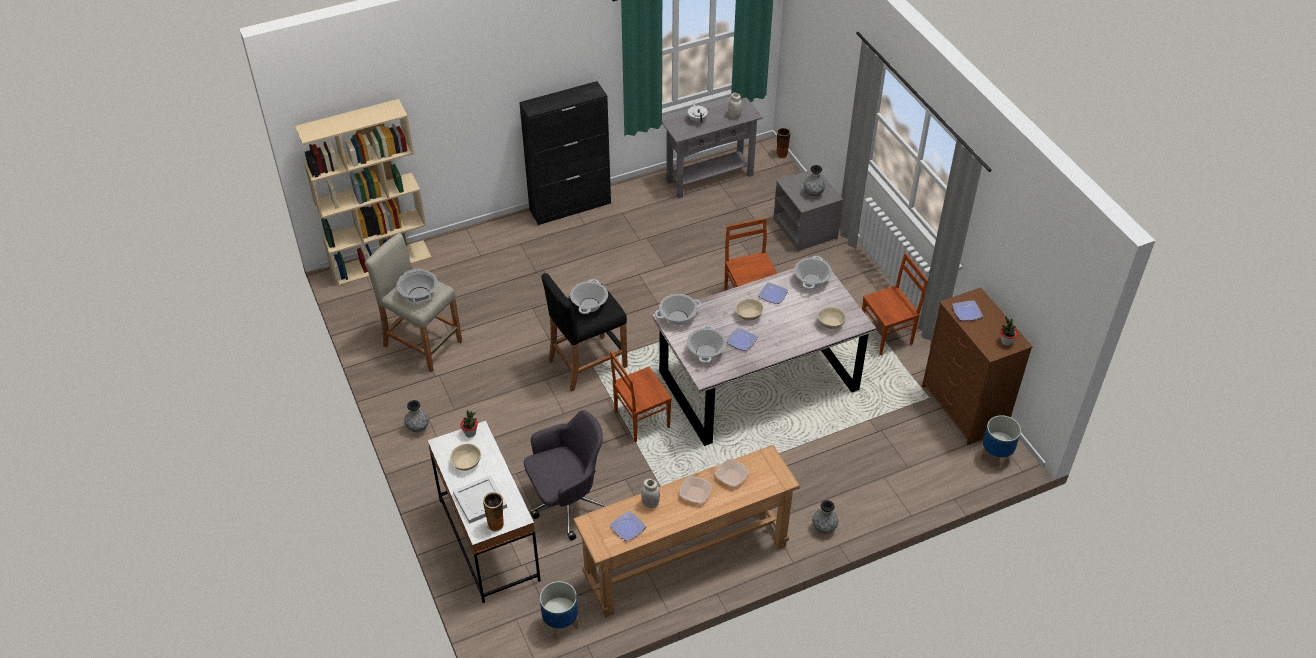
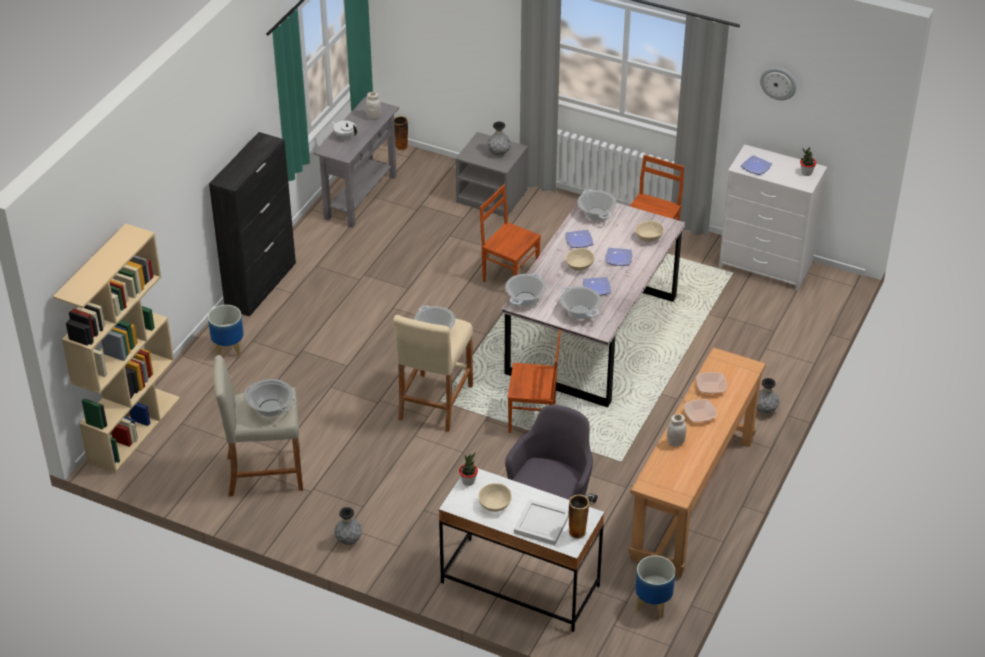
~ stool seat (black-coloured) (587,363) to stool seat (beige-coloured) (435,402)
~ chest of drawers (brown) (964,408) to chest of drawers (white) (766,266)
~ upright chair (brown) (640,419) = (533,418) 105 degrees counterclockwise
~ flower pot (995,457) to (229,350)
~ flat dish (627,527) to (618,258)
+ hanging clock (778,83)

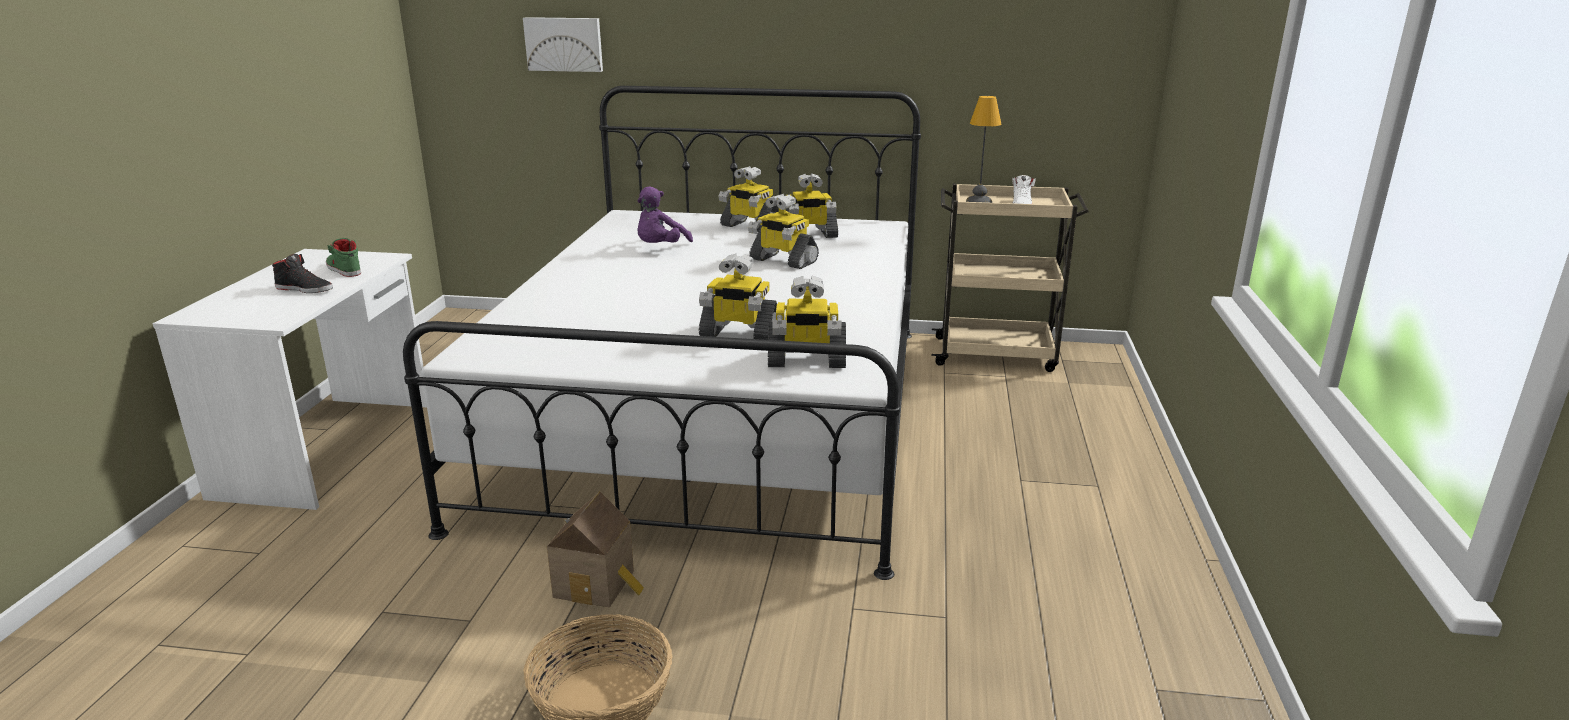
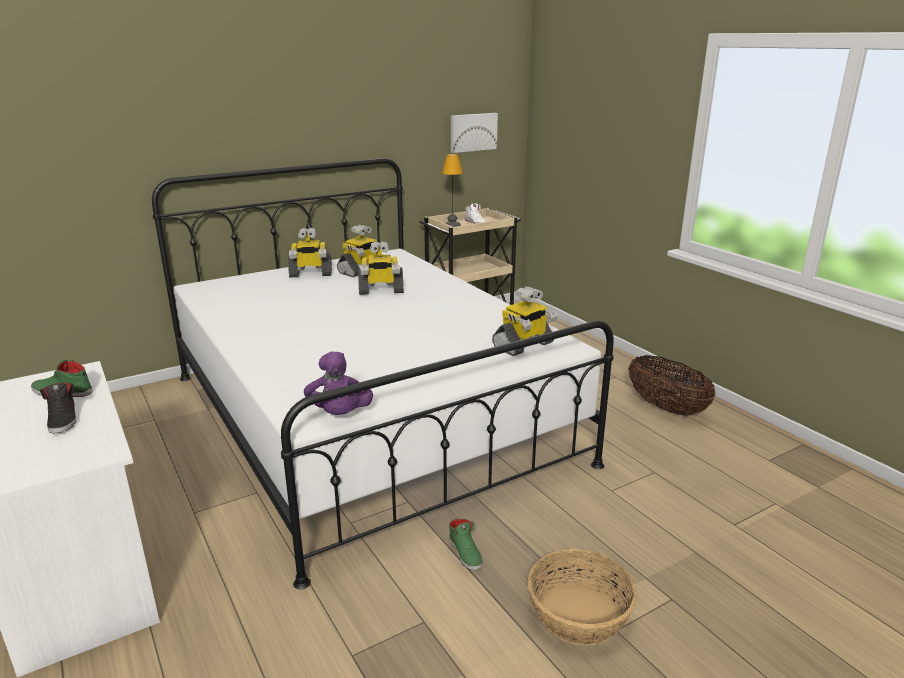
~ picture (564,44) to (472,132)
~ soft toy (purple) (660,248) to (339,415)
~ low shoe (black-coloured) (305,289) = (63,419) 90 degrees clockwise
- robot figure (739,334)
~ miniature house (598,584) to low shoe (green) (465,552)
+ basket (666,408)

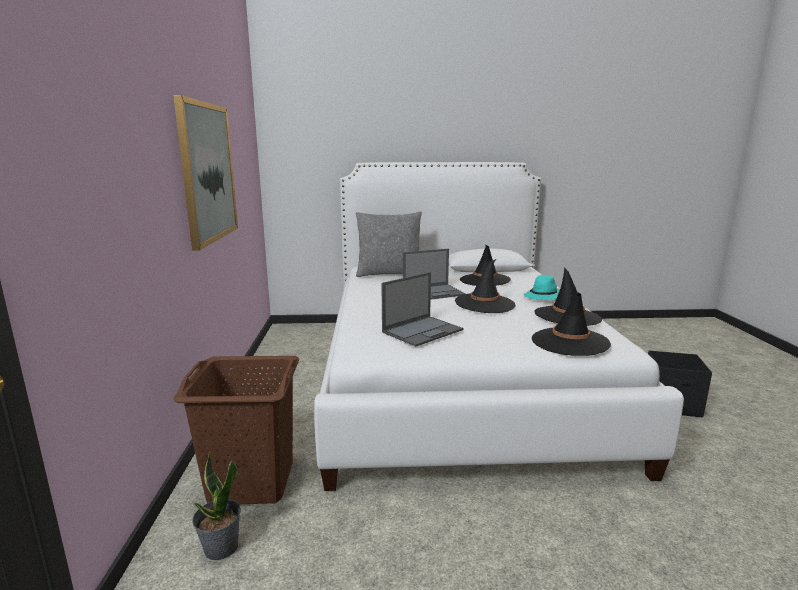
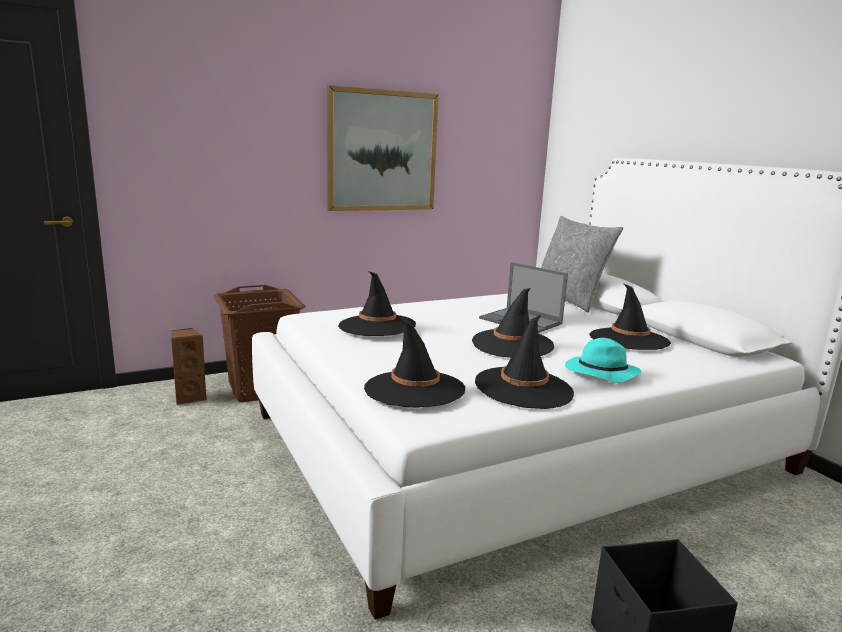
~ portable computer (423,331) to hat (black-coloured) (377,326)
~ houseplant (221,548) to audio speaker (brown) (190,397)

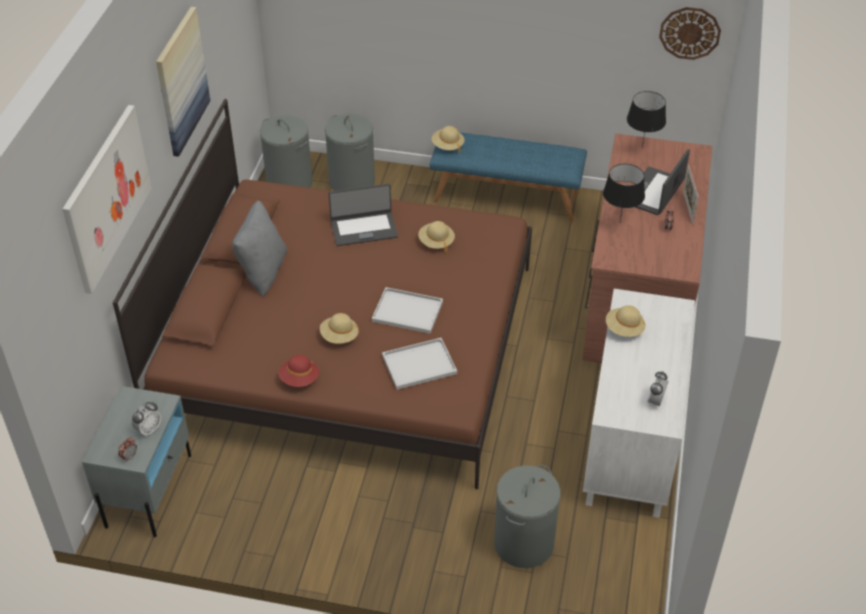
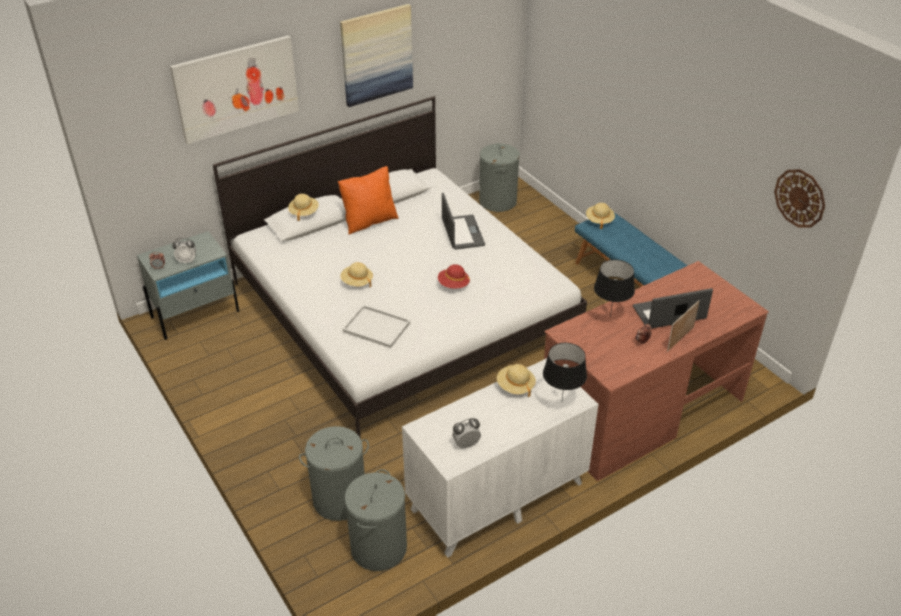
~ table lamp (black-coloured) (642,148) to (562,402)
~ bedroom bed (brown) (348,345) to bedroom bed (white) (402,311)
~ laundry basket (greyish) (351,181) to (378,547)
~ portable computer (363,228) = (462,232) 135 degrees counterclockwise
~ throw pillow (greyish) (262,271) to throw pillow (orange) (369,221)
~ hat (beige-coloured) (436,242) to (304,212)
- tray (white) (406,311)
~ hat (reddish) (299,379) to (453,285)

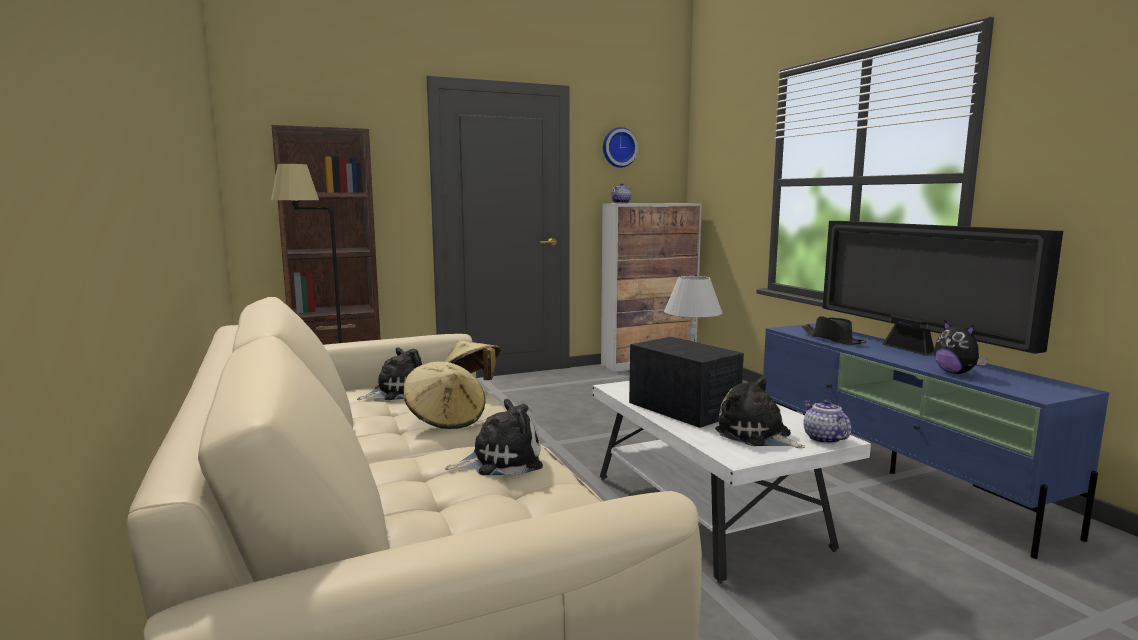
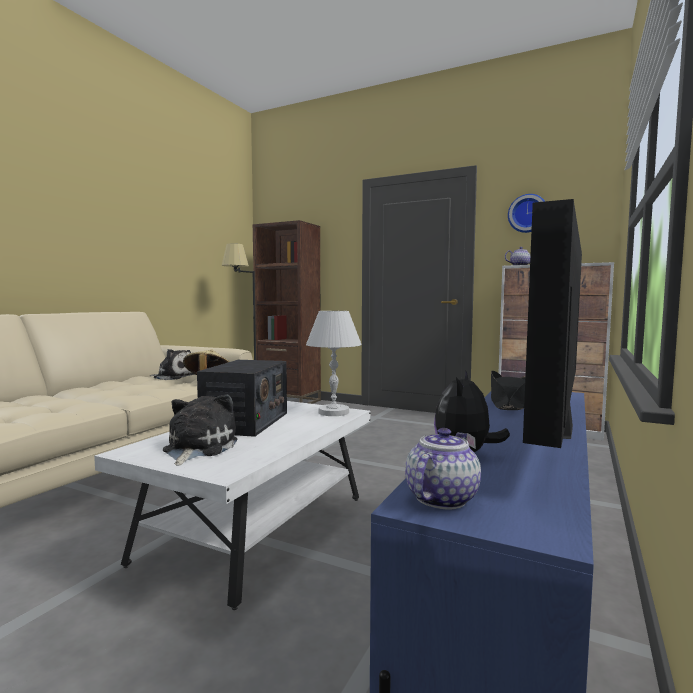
- hat (beige-coloured) (446,419)
- soft toy (501,461)
~ teapot (823,438) to (441,498)

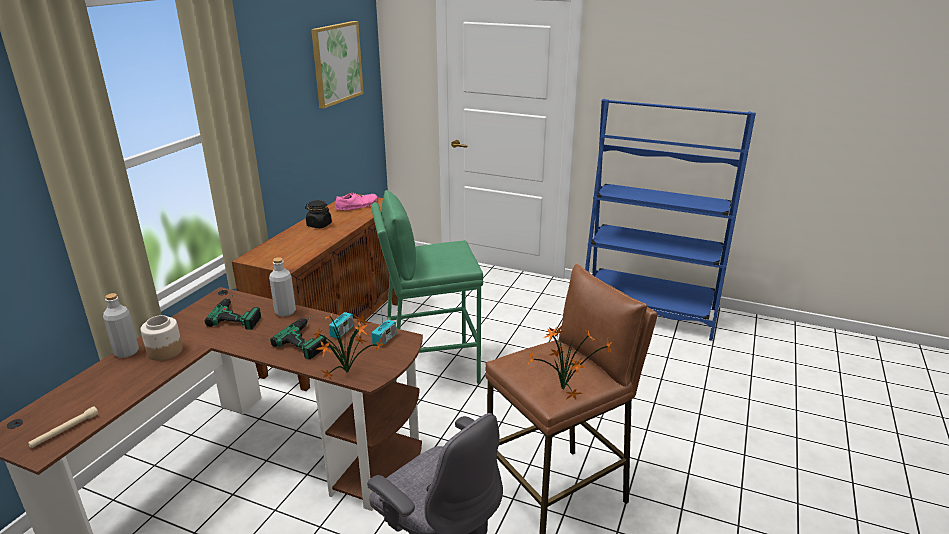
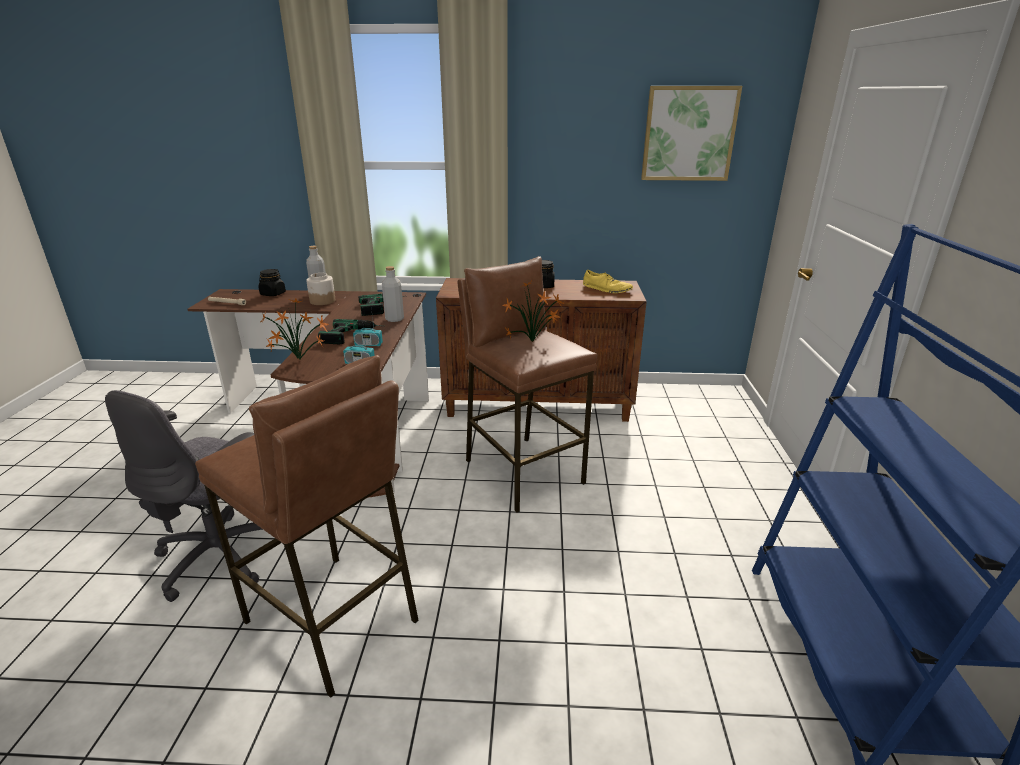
~ stool seat (green) (430,367) to stool seat (brown) (523,471)
~ low shoe (pink) (357,206) to low shoe (yellow) (606,289)
~ houseplant (562,388) to (534,342)
+ storage jar (black-coloured) (273,294)

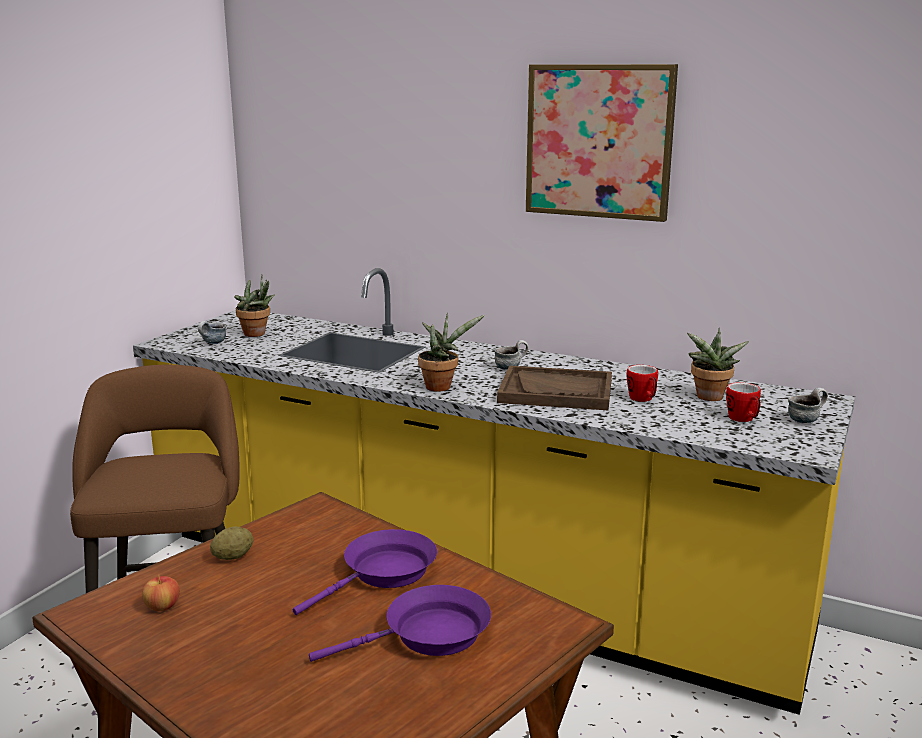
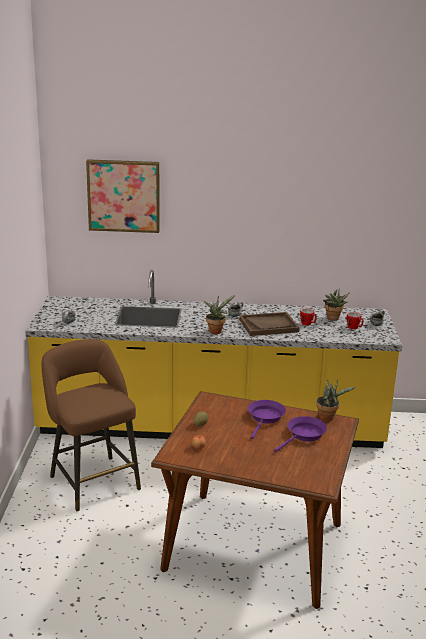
~ picture (599,141) to (123,196)
~ houseplant (257,334) to (328,418)

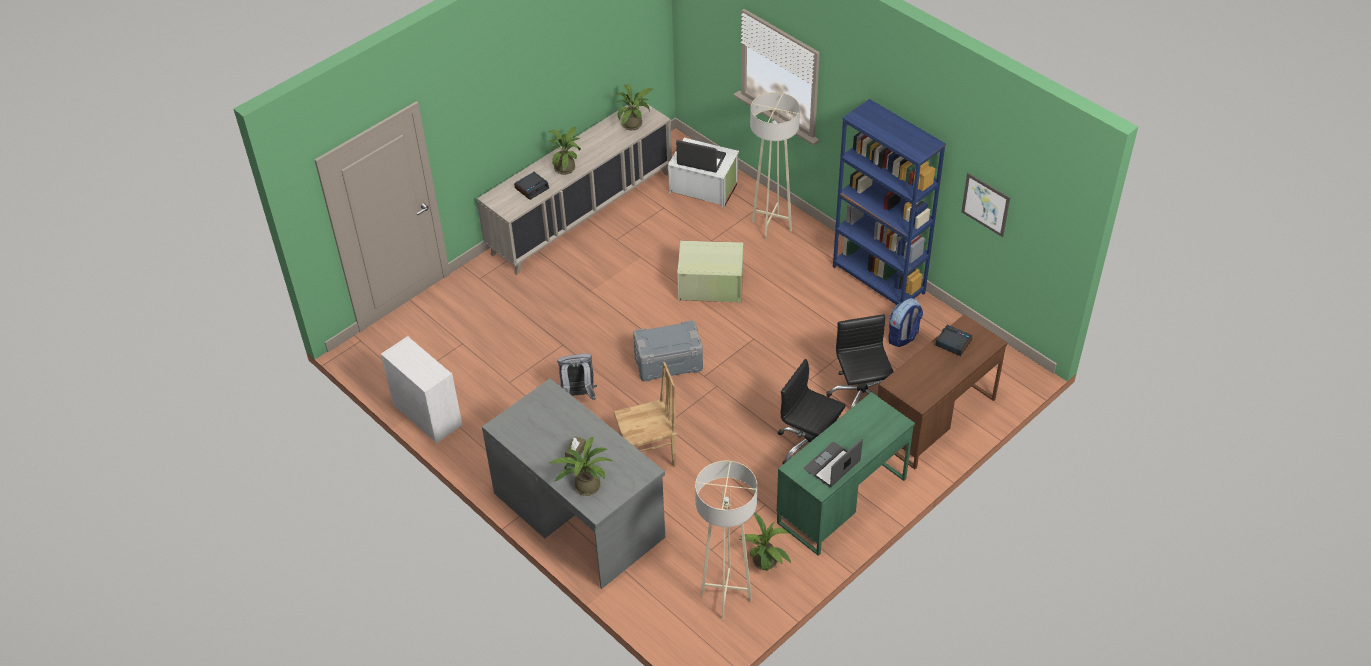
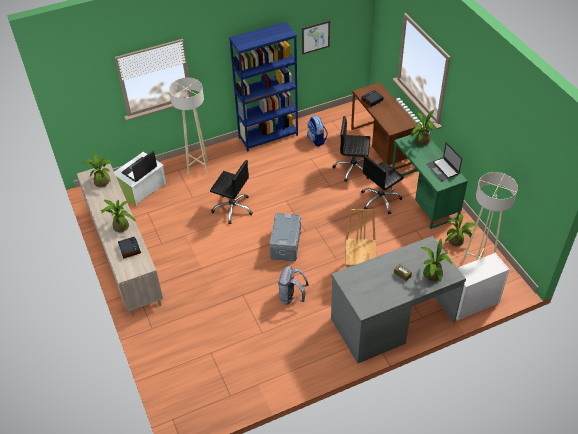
~ storage bin (green) (710,287) to office chair (black-coloured) (233,208)
~ chest of drawers (white) (426,414) to (471,303)
+ houseplant (421,141)

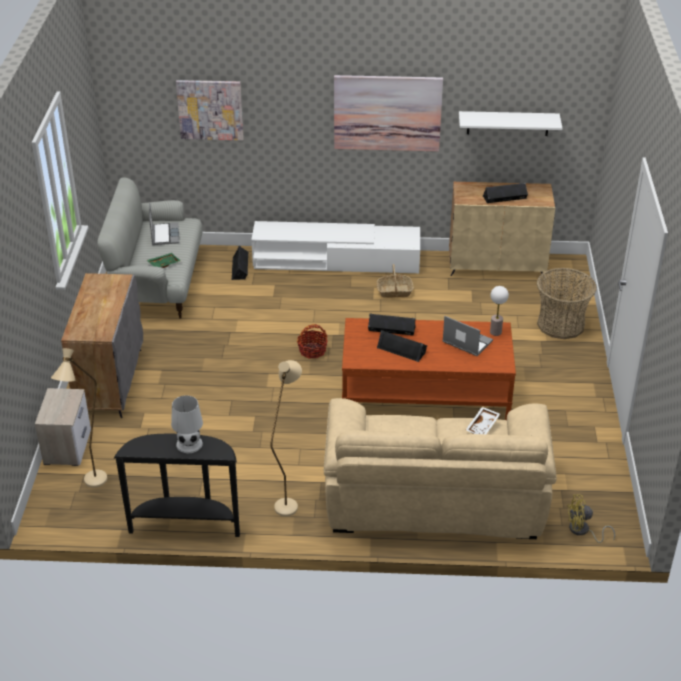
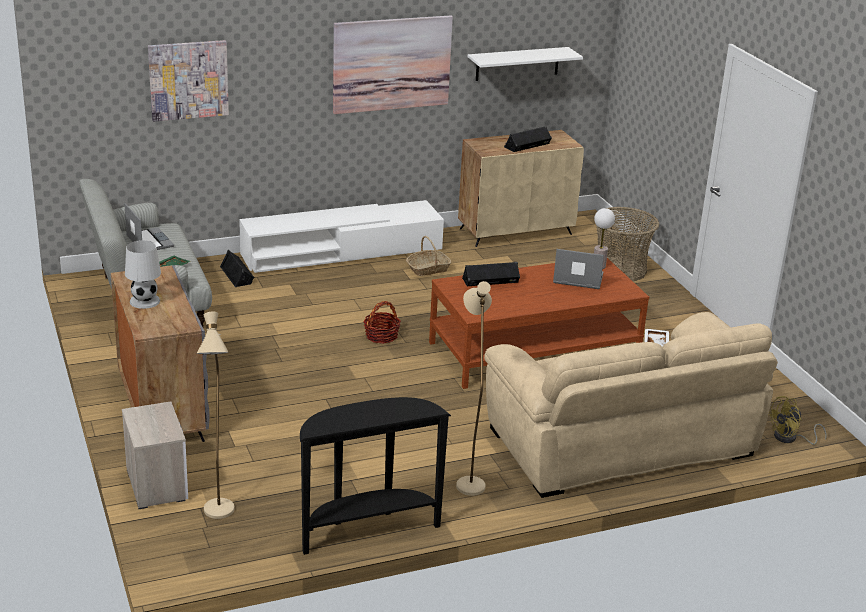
- audio speaker (black-coloured) (402,349)
~ table lamp (white) (189,444) to (144,301)

